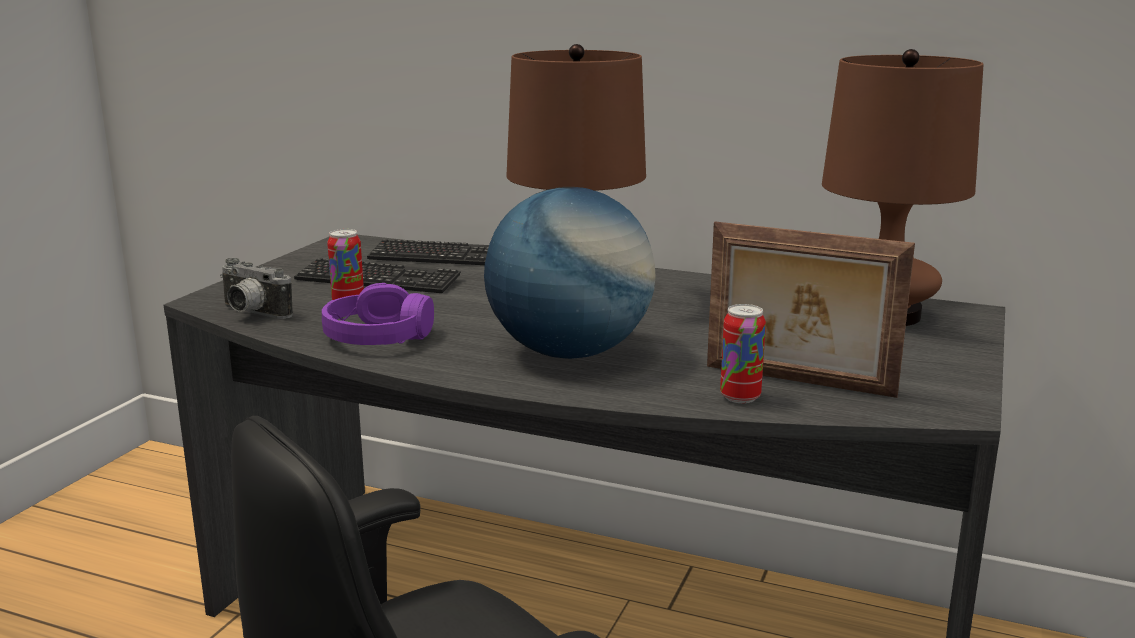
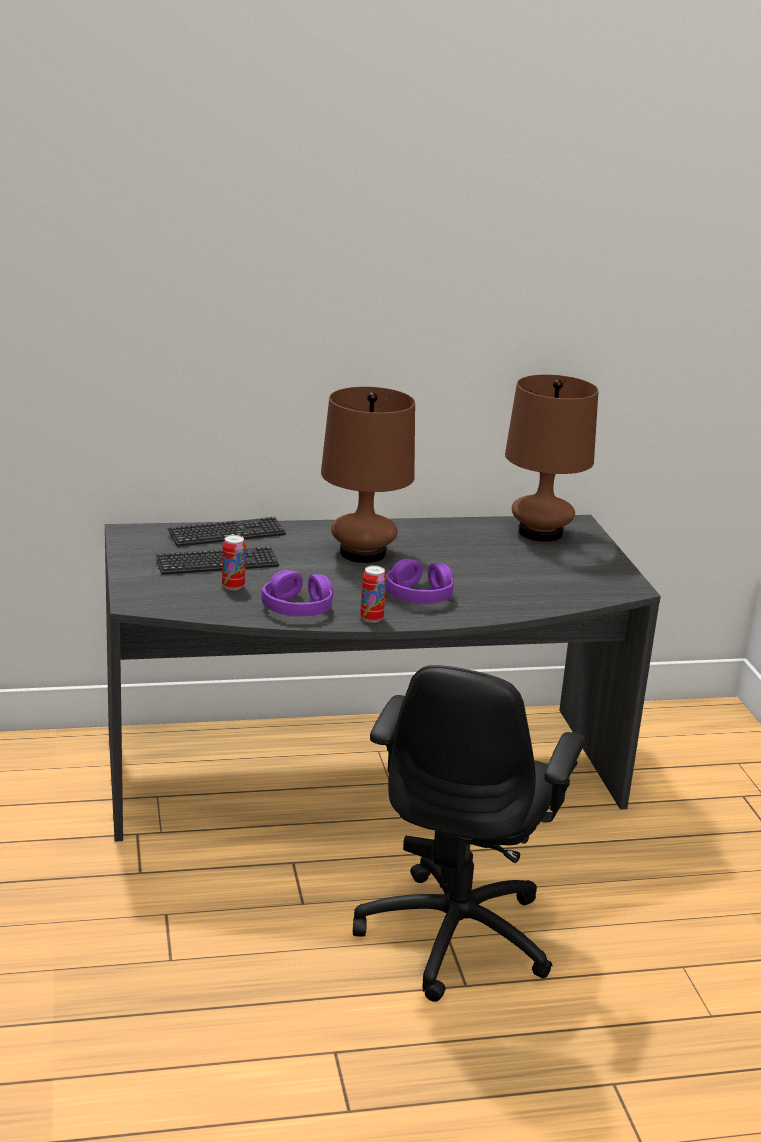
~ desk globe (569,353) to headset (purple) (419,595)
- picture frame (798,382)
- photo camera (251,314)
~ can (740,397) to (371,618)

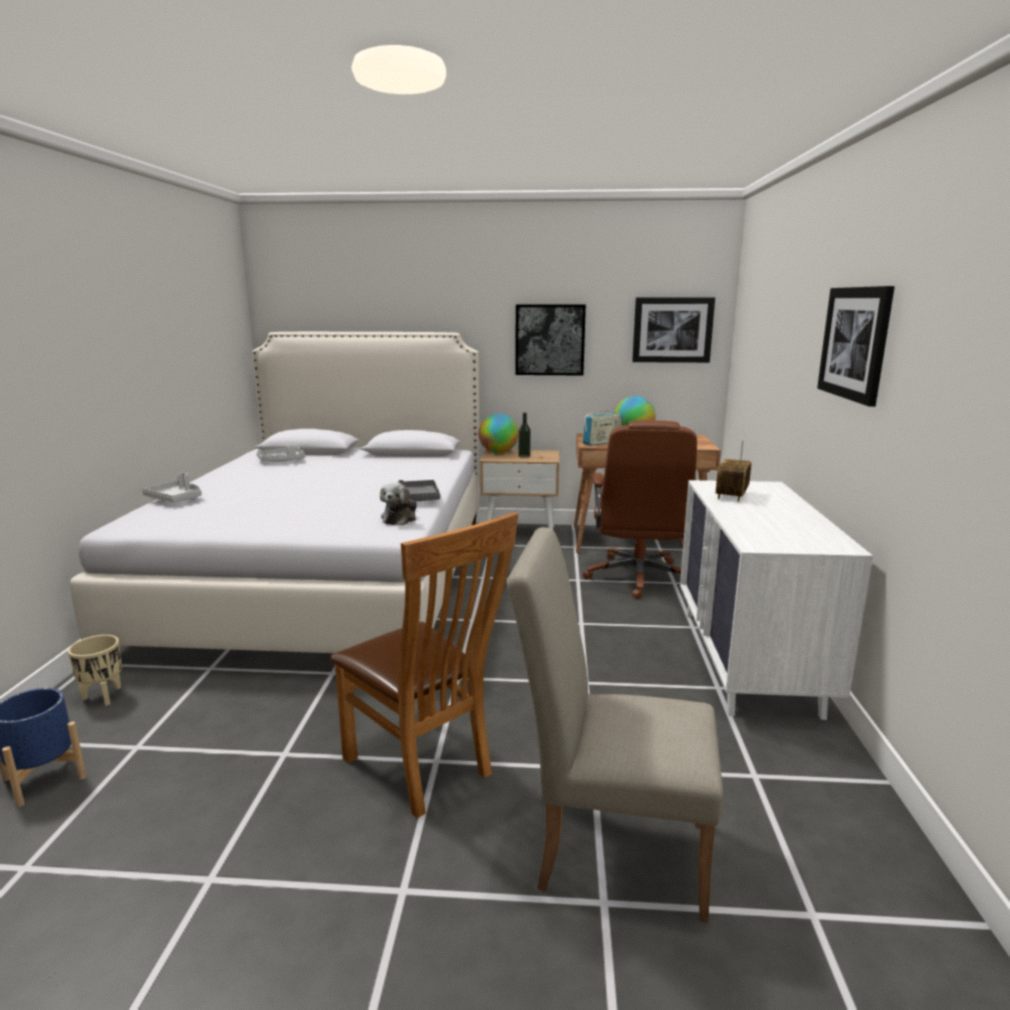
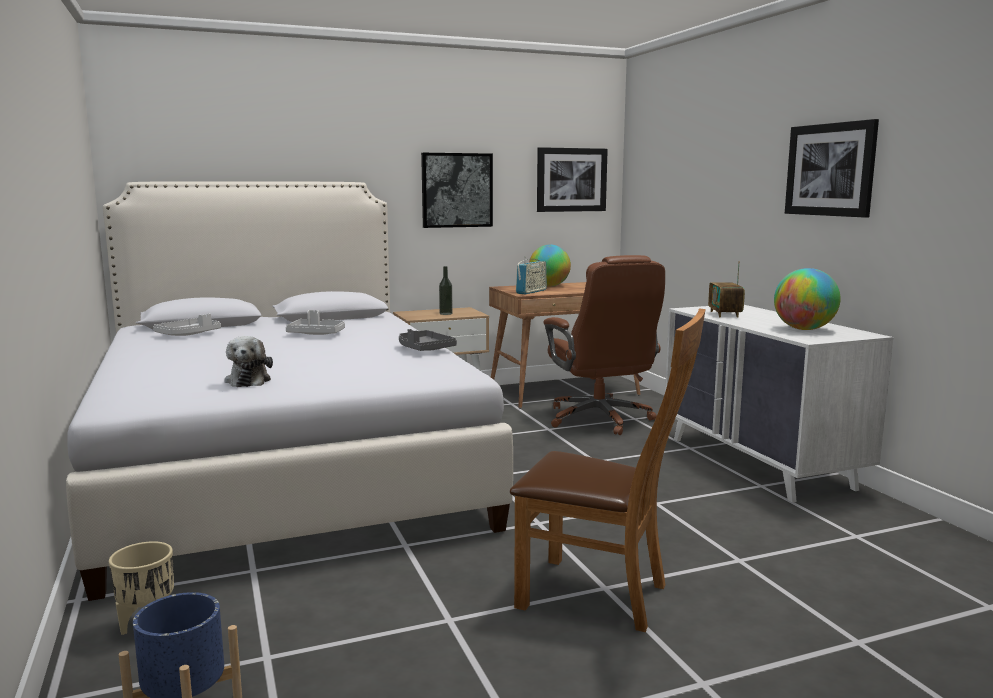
~ desk globe (498,453) to (804,329)
~ tray (greyish) (176,499) to (316,334)
~ soft toy (400,518) to (248,380)
- upright chair (beige-coloured) (608,848)

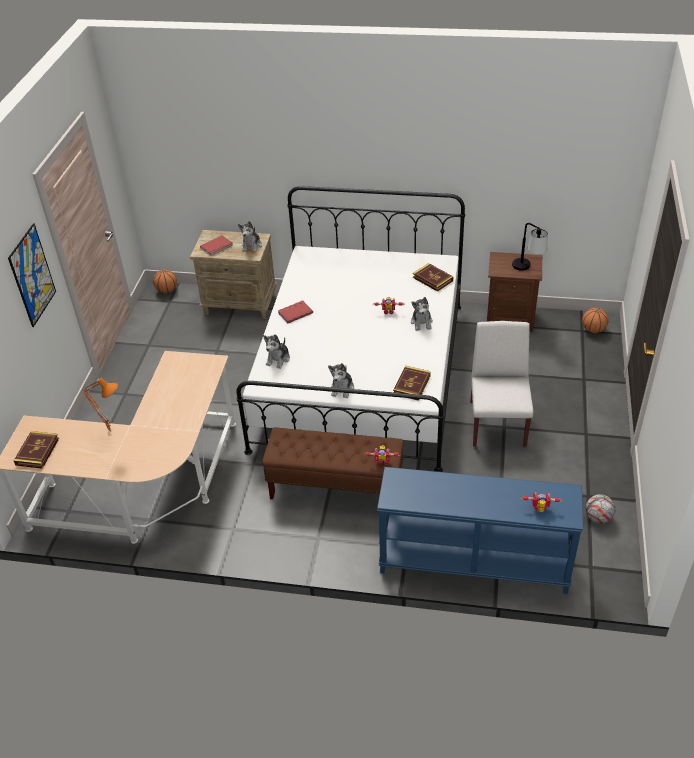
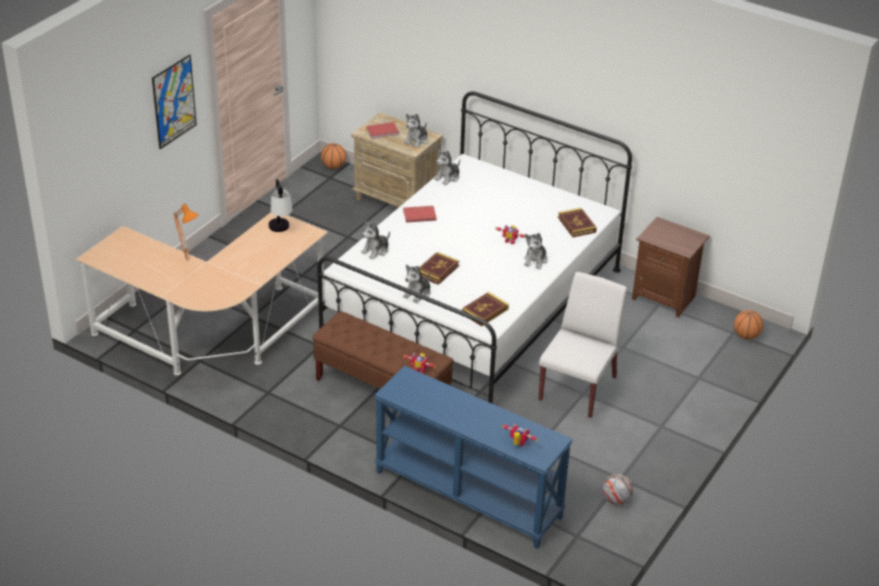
~ table lamp (528,269) to (281,232)
~ book (37,451) to (437,270)
+ soft toy (448,177)

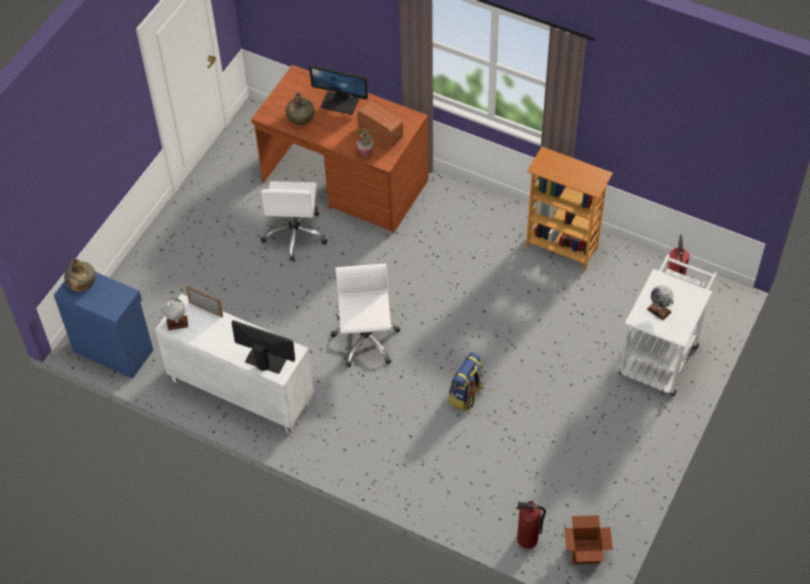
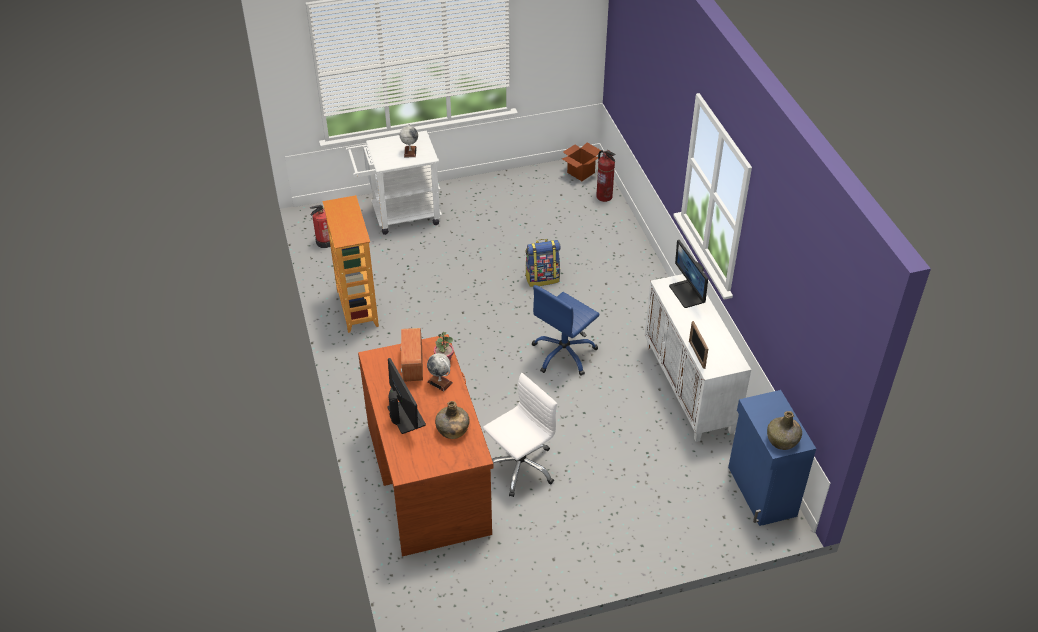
~ office chair (white) (365,341) to office chair (blue-coloured) (564,354)
~ desk globe (177,323) to (440,382)

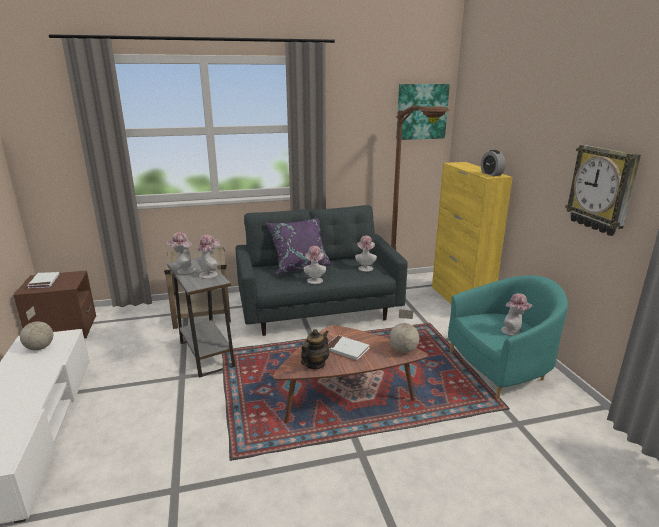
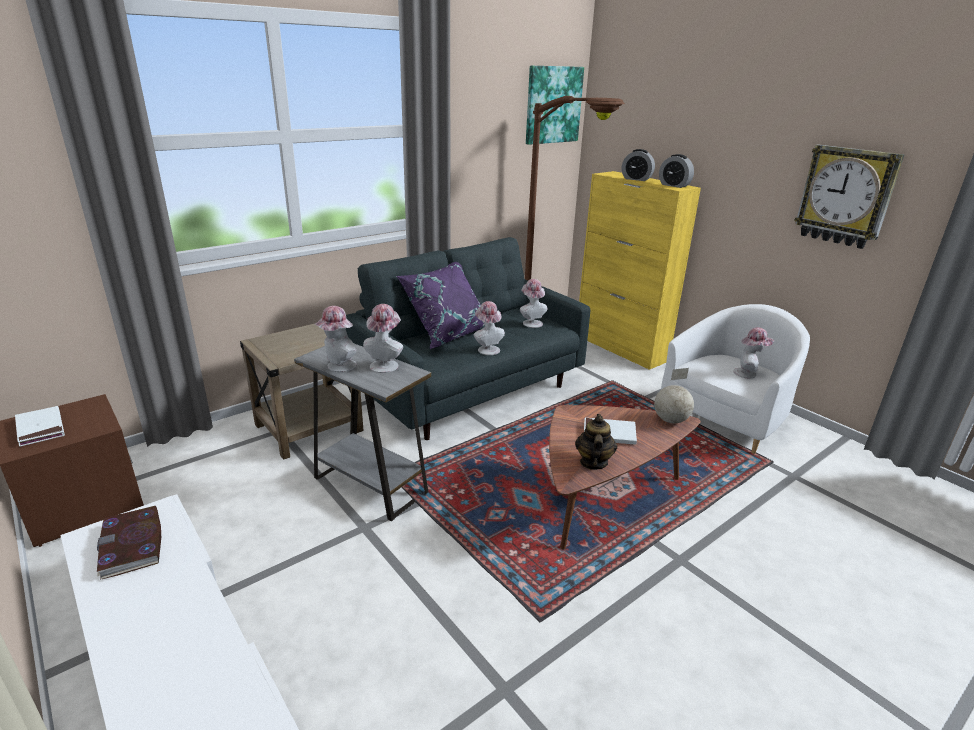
~ lounge chair (blue-green) (501,368) to lounge chair (white) (727,418)
~ desk globe (40,348) to book (132,544)
+ bedside clock (636,179)

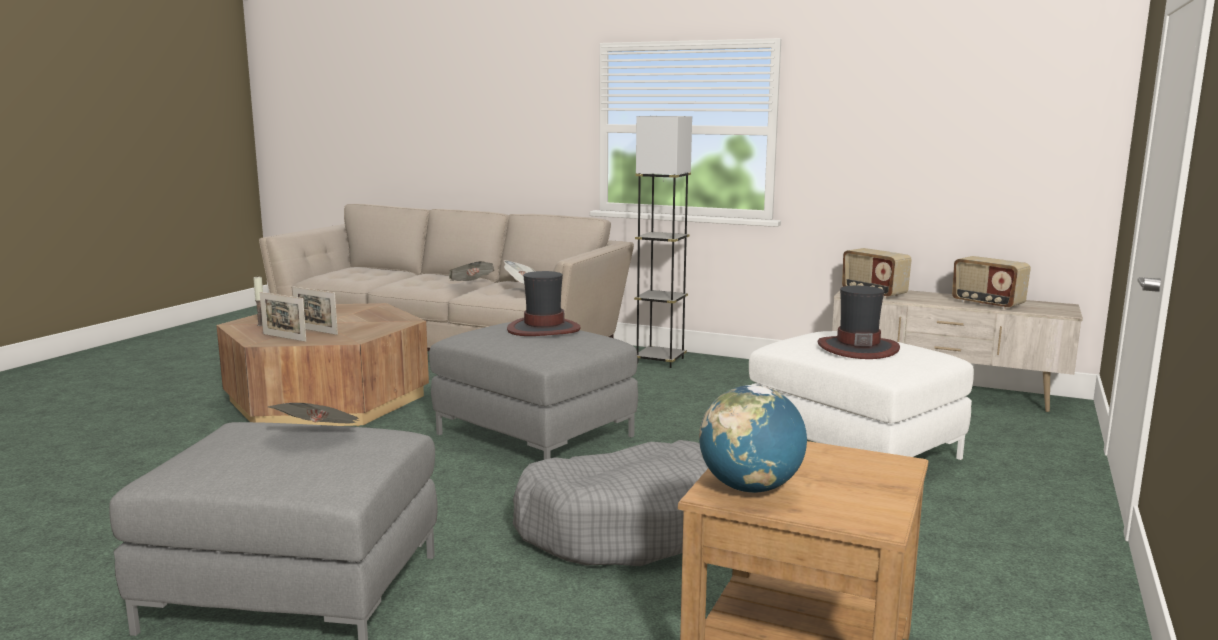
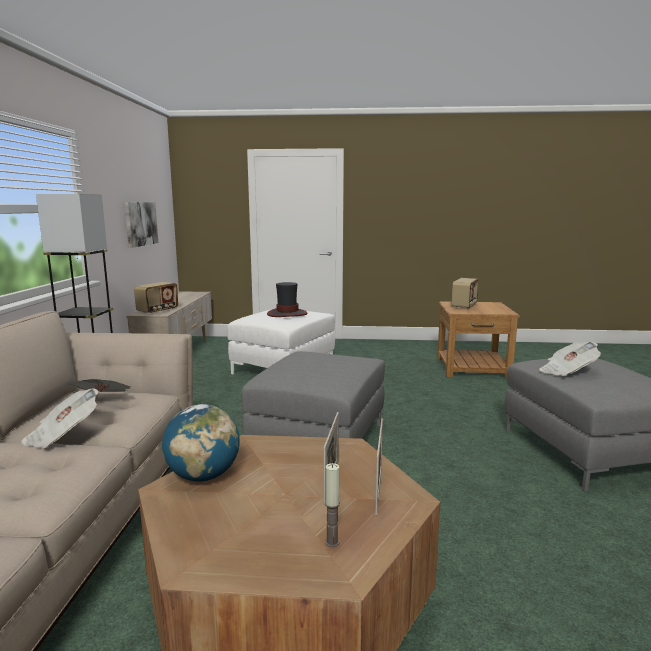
~ radio receiver (987,304) to (464,306)
- hat (543,329)
~ desk globe (750,488) to (203,476)
- dog bed (greyish) (626,526)
+ picture (140,223)

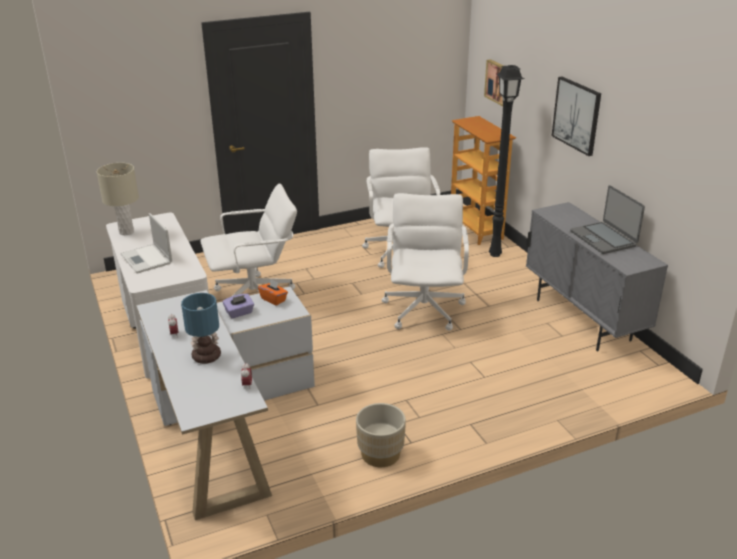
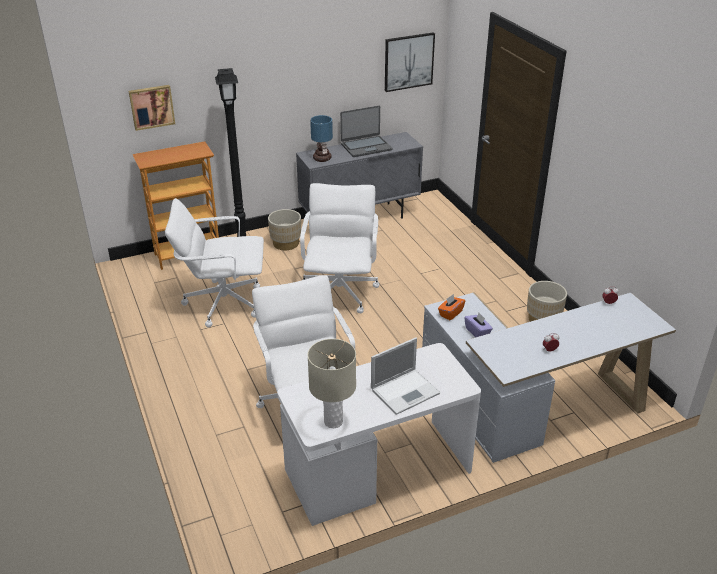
~ picture (577,115) to (408,61)
~ office chair (white) (424,309) = (340,292) 90 degrees clockwise
~ table lamp (205,357) to (322,158)
+ flower pot (beige-coloured) (286,243)

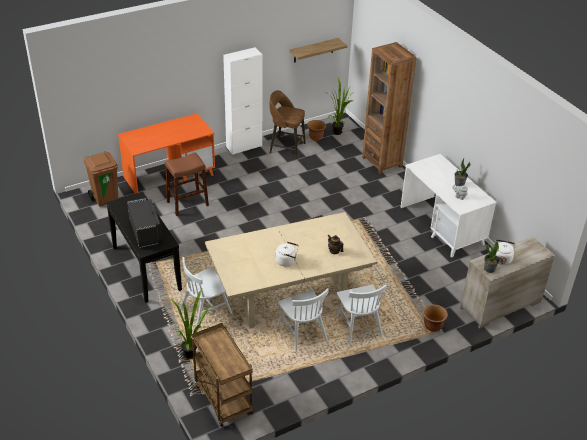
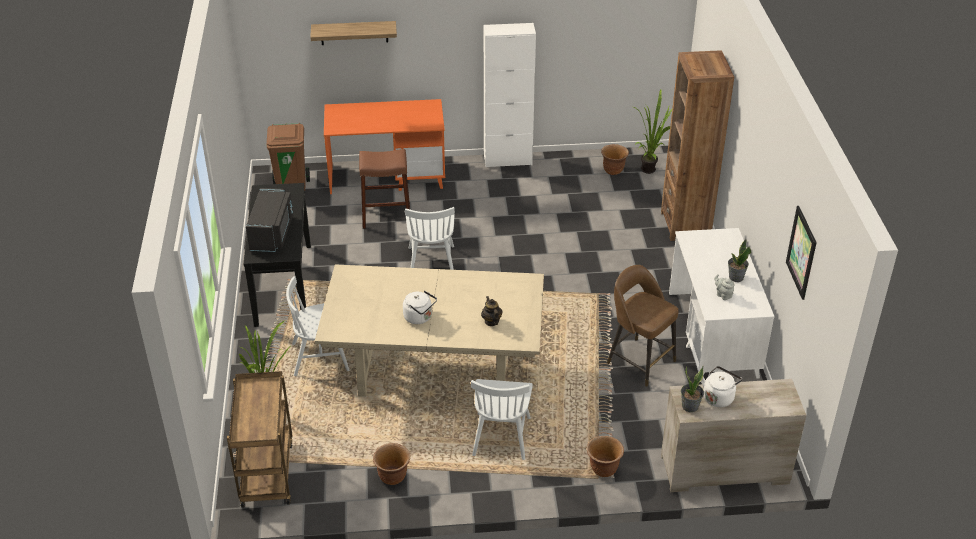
~ wall shelf (313,50) to (354,33)
~ stool seat (brown) (286,148) to (639,361)
~ upright chair (white) (302,332) to (431,262)
+ picture (801,252)
+ flower pot (brown) (392,477)

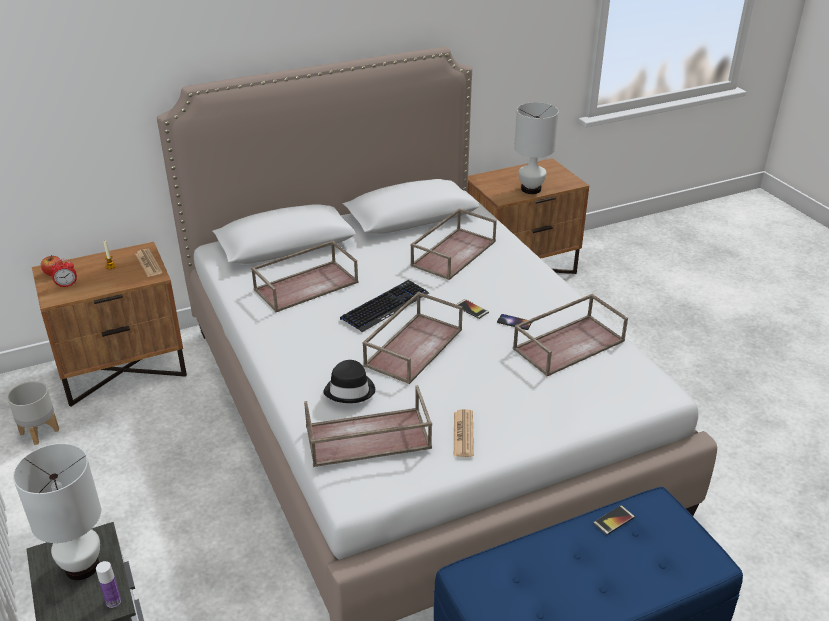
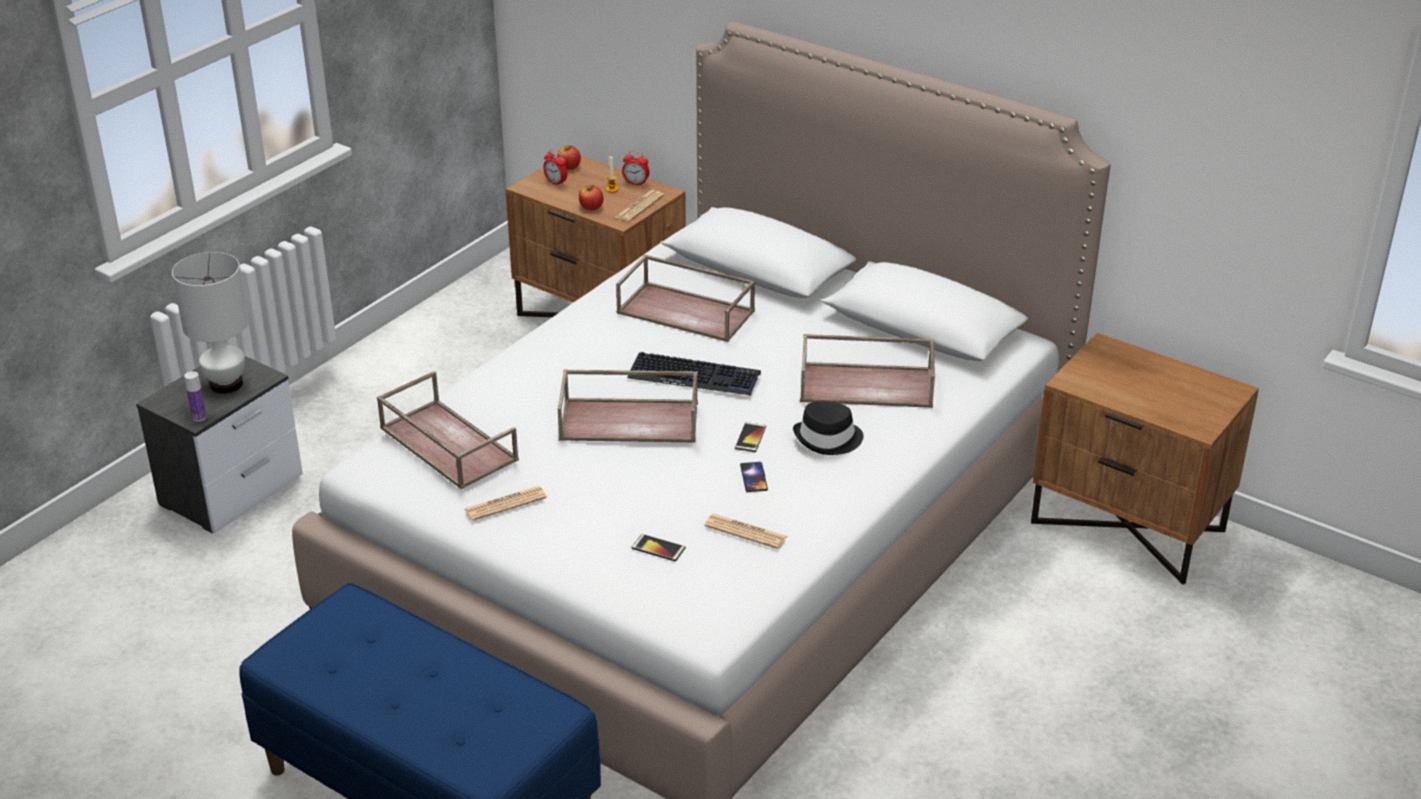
- table lamp (white) (530,189)
~ tray (brown) (569,344) to daily paper (746,532)
~ hat (black-coloured) (350,390) to (828,439)
- flower pot (greyish) (40,432)
~ phone (613,520) to (658,548)
+ bedside clock (636,183)
+ apple (591,207)

